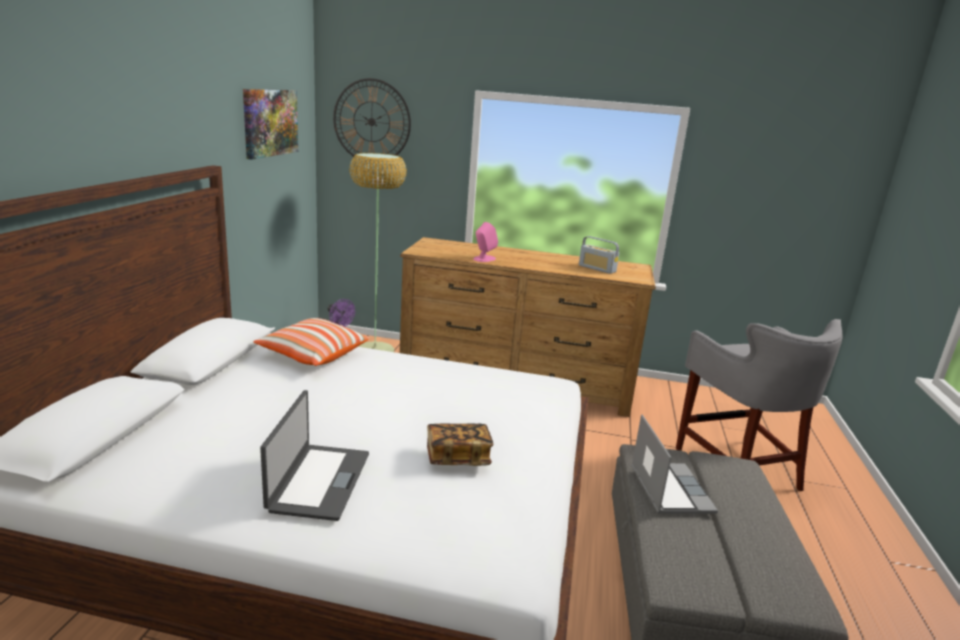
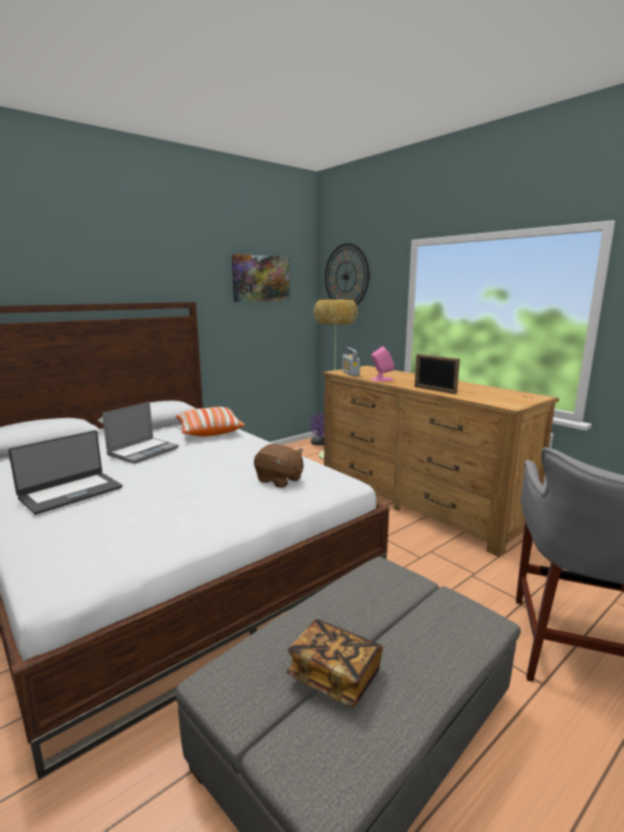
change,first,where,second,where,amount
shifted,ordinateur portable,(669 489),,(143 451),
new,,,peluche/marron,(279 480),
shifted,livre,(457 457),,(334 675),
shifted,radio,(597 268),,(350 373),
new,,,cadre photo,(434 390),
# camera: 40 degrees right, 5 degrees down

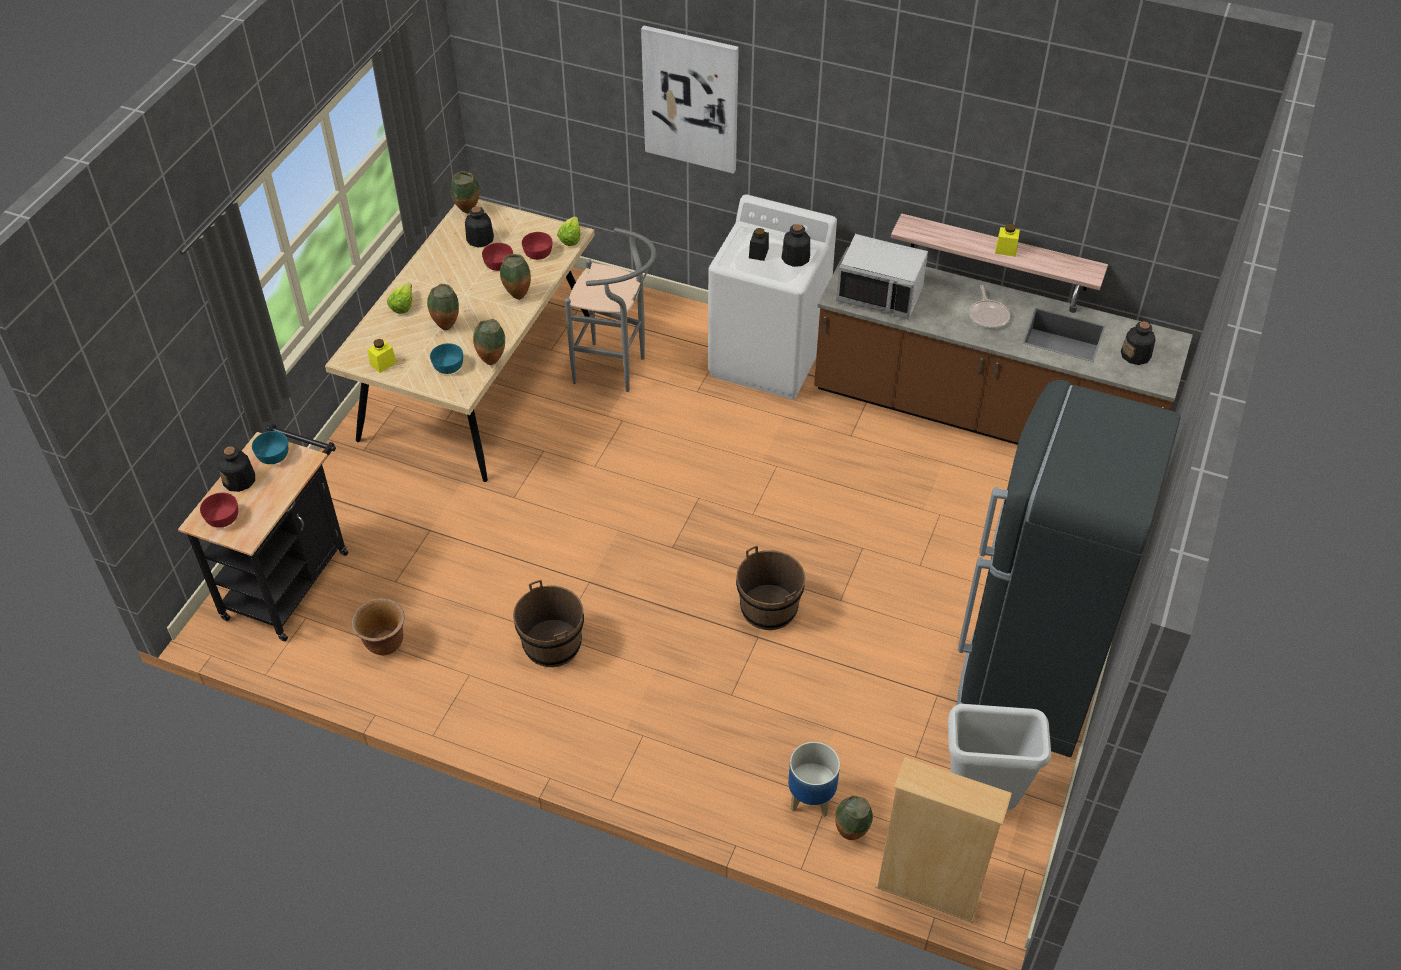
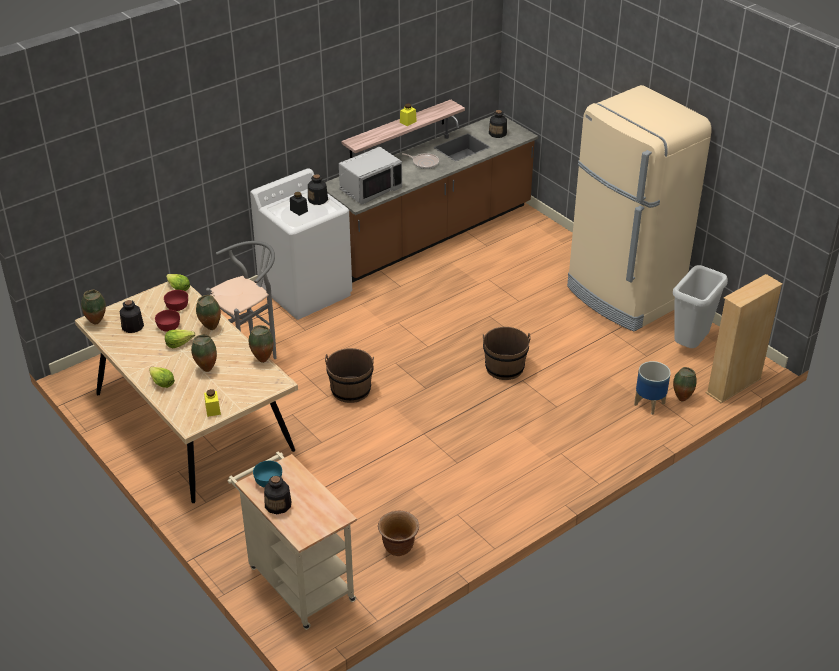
change,first,where,second,where,amount
new,,,laitue,(179 343),
repainted,chariot/noir,(290 578),chariot/beige,(297 580),
shifted,seau/marron,(552 644),,(351 390),
repainted,réfrigérateur/noir,(1028 678),réfrigérateur/beige,(623 297),
gone,bol/rouge,(223 518),,,
gone,bol/turquoise,(448 366),,,
gone,tableau,(691 99),,,
# camera: 60 degrees left, 10 degrees down

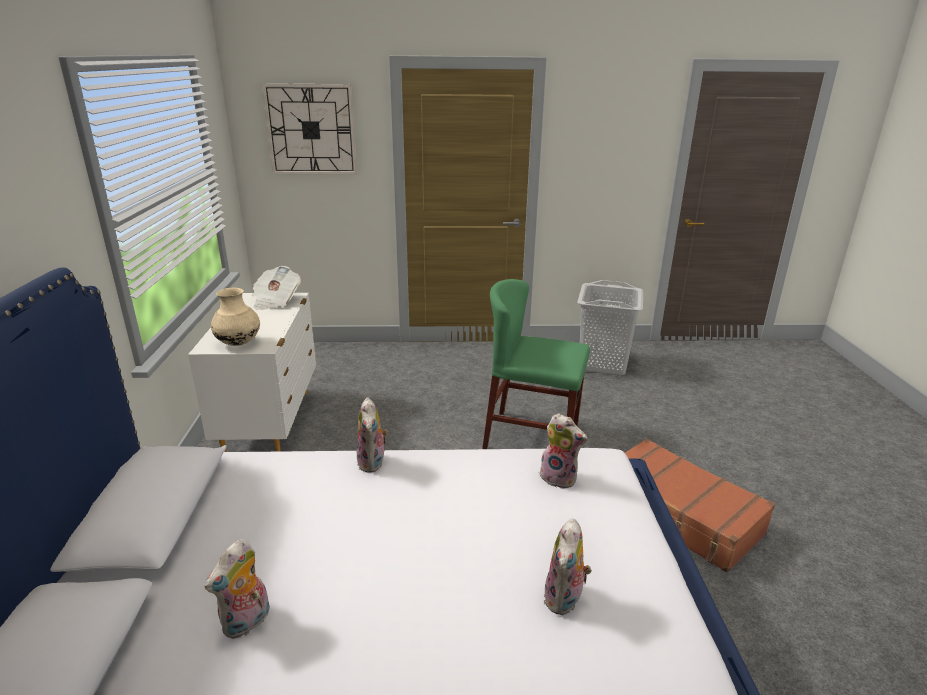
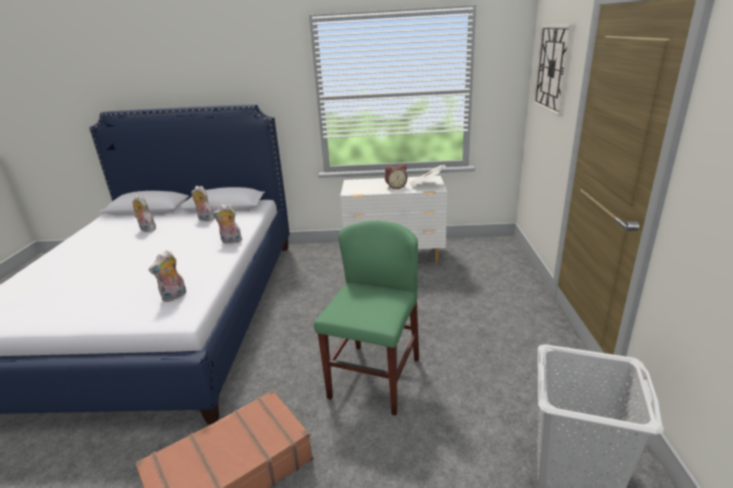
change,first,where,second,where,amount
shifted,peluche,(565 599),,(205 219),
new,,,réveil,(395 187),
gone,vase/beige,(239 343),,,
# camera: 95 degrees right, 0 degrees up

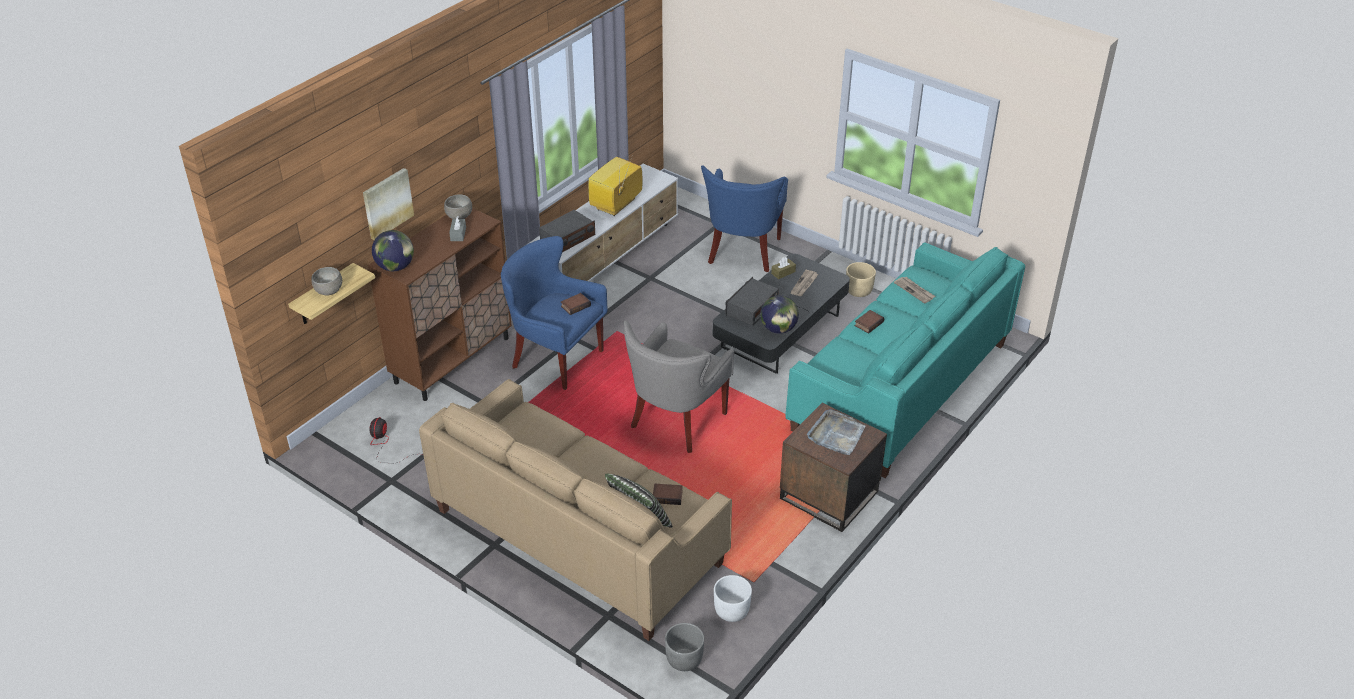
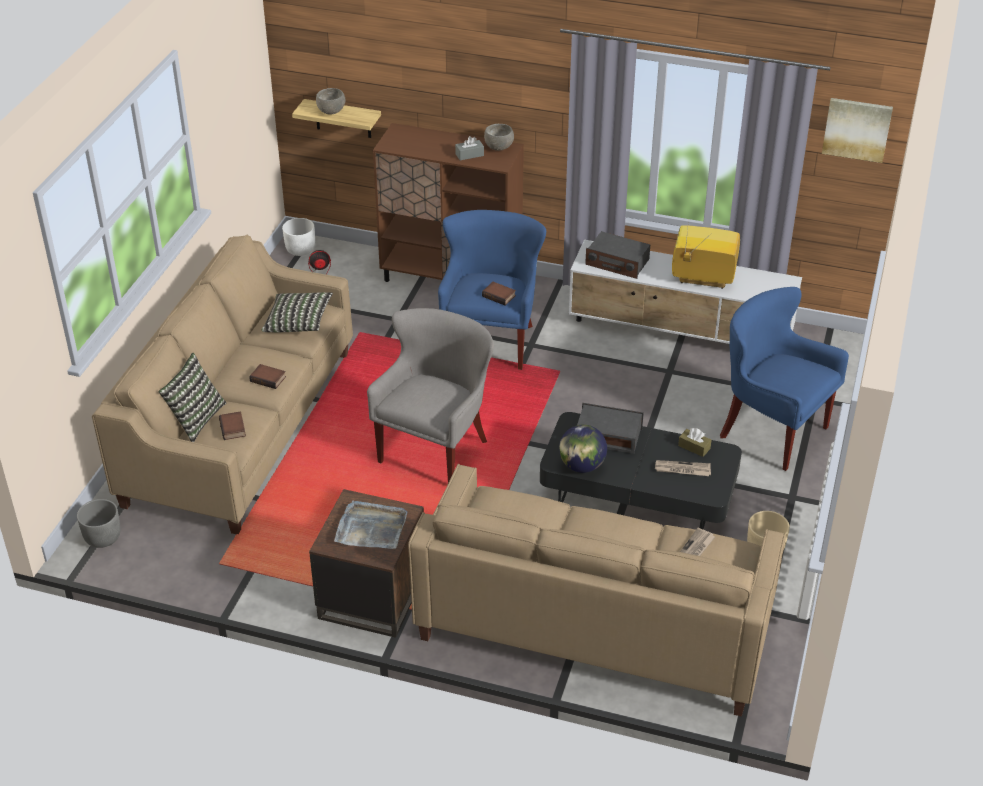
change,first,where,second,where,amount
shifted,livre,(868 323),,(269 379),
new,,,coussin,(298 322),
shifted,cache-pot/blanc,(731 610),,(300 249),
rotated,fauteuil/gris,(676 421),,(436 450),105 degrees clockwise
repainted,canapé/turquoise,(900 387),canapé/beige,(594 624),
rotated,fauteuil/bleu,(743 252),,(771 431),45 degrees clockwise
shifted,tableau,(387 203),,(857 129),
gone,globe,(395 267),,,
# camera: 70 degrees right, 0 degrees up

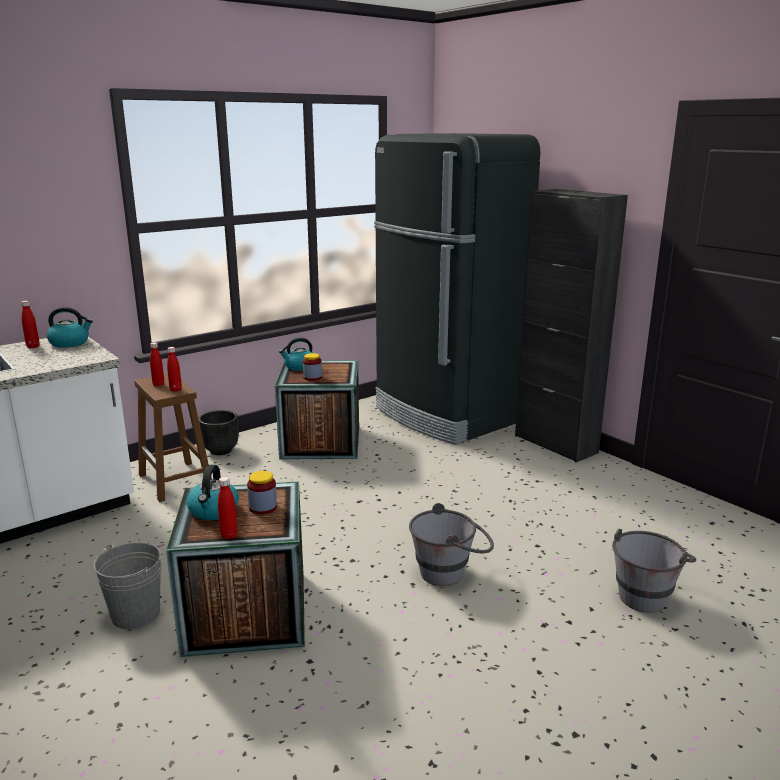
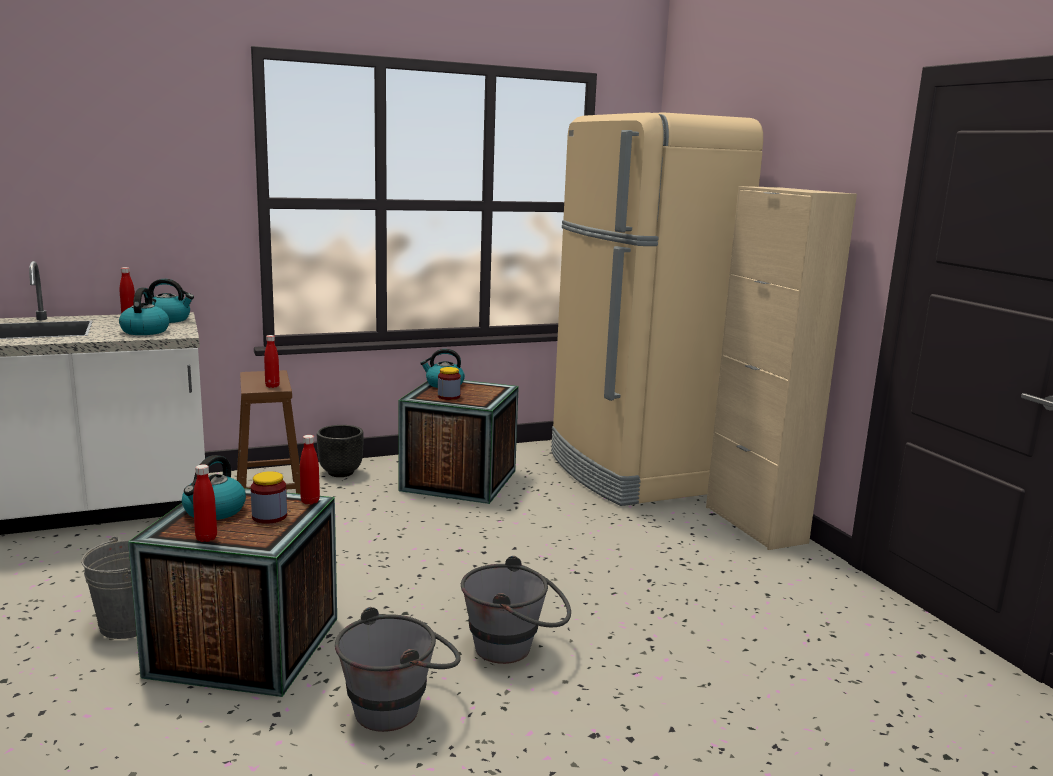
change,first,where,second,where,amount
new,,,bouilloire,(145 331),
shifted,bouteille/rouge,(158 384),,(310 501),
shifted,seau/gris,(645 593),,(399 706),
repainted,réfrigérateur/noir,(445 415),réfrigérateur/beige,(631 472),
repainted,meuble de rangement/noir,(555 444),meuble de rangement/beige,(755 524),
# camera: 15 degrees right, 5 degrees down

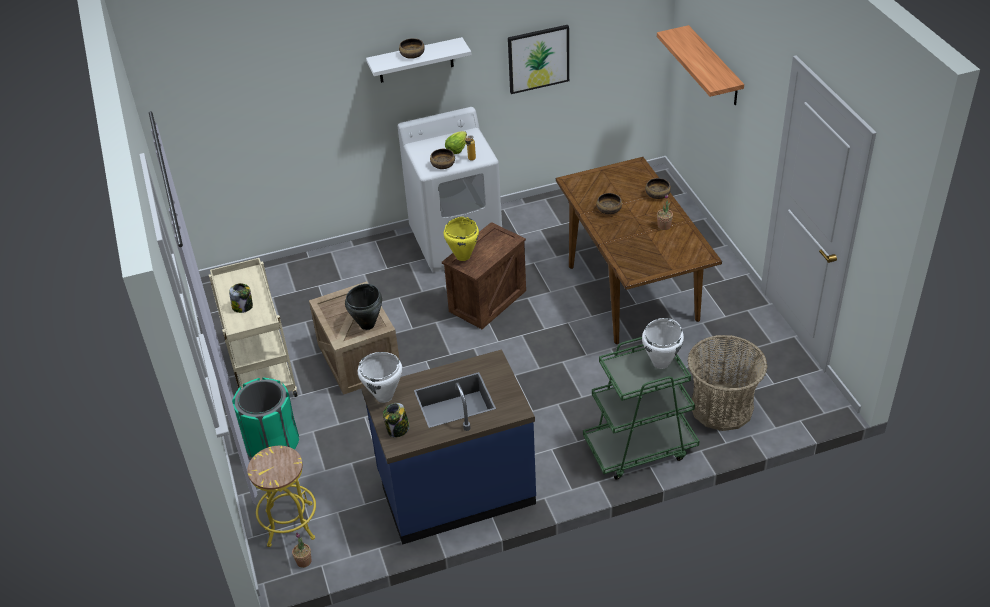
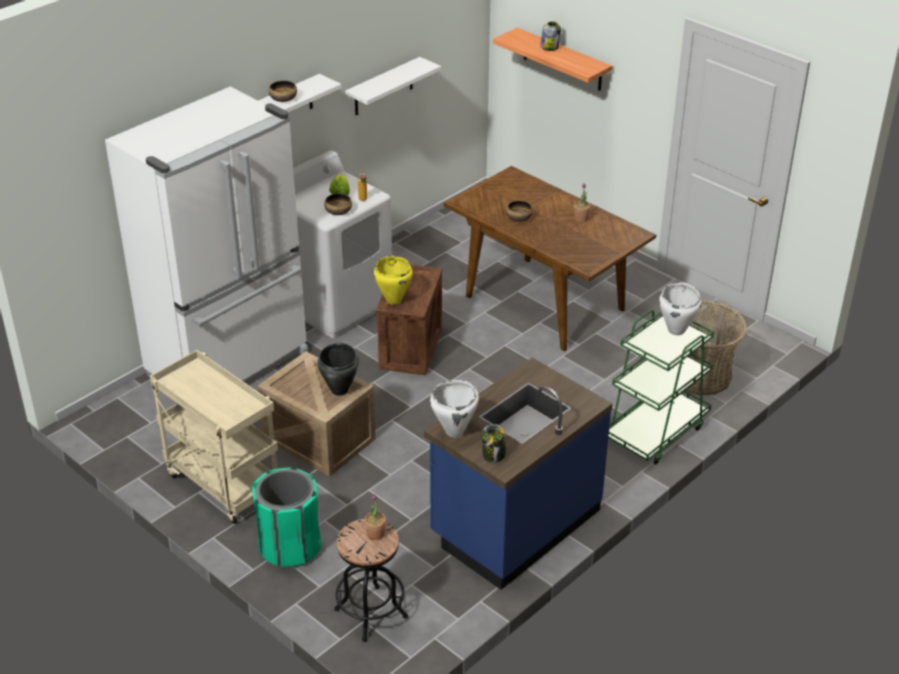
change,first,where,second,where,amount
new,,,réfrigérateur/blanc,(230 364),
repainted,tabouret/jaune,(290 524),tabouret/noir,(371 613),
swapped,tableau,(538 58),étagère/blanc,(383 87),
shifted,plante en pot,(304 561),,(375 534),
shifted,bocal,(243 306),,(549 47),
gone,bol,(657 195),,,
# camera: 30 degrees left, 5 degrees down

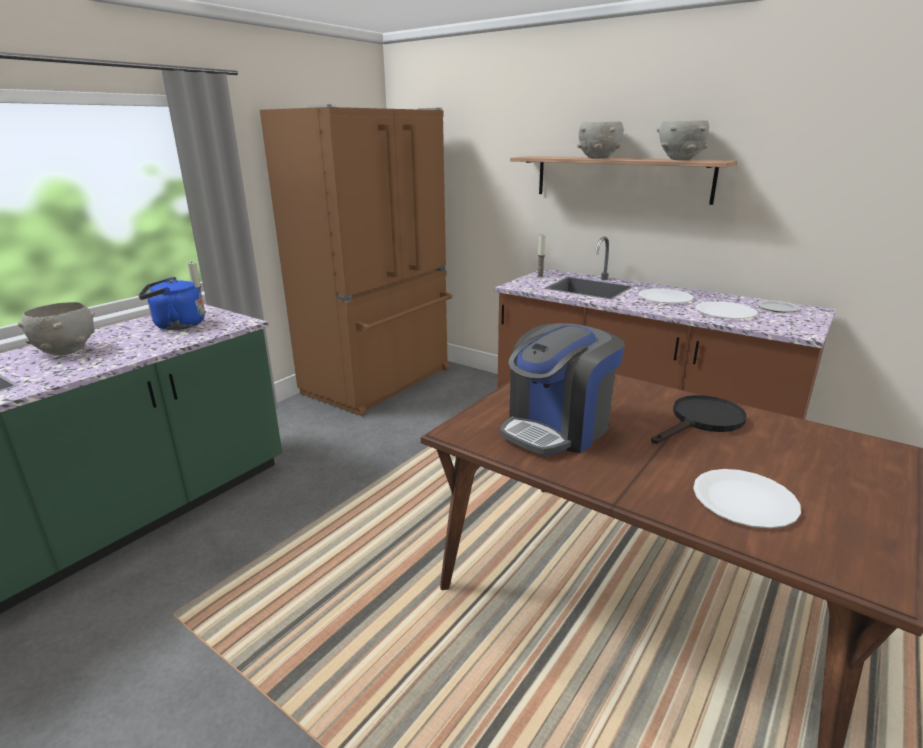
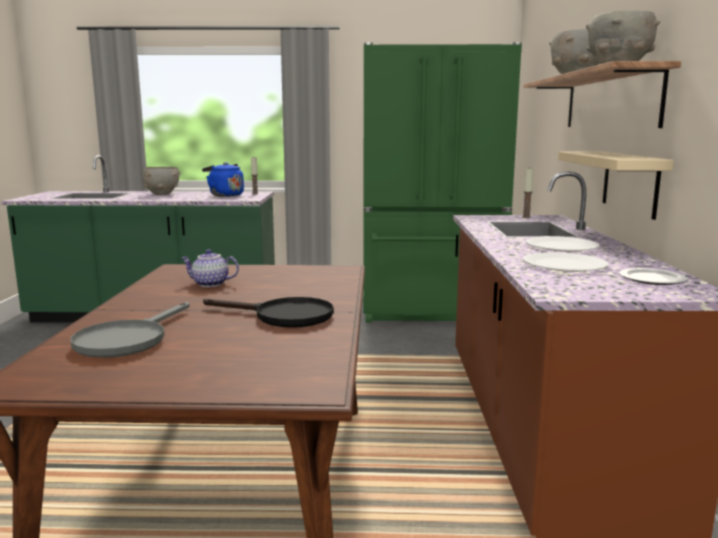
change,first,where,second,where,amount
swapped,assiette/blanc,(744 500),poêle/gris,(128 339),
swapped,machine à café,(557 428),théière,(210 284),
repainted,réfrigérateur/marron,(381 382),réfrigérateur/vert,(431 311),
new,,,étagère/beige,(630 182),
# camera: 55 degrees right, 10 degrees down

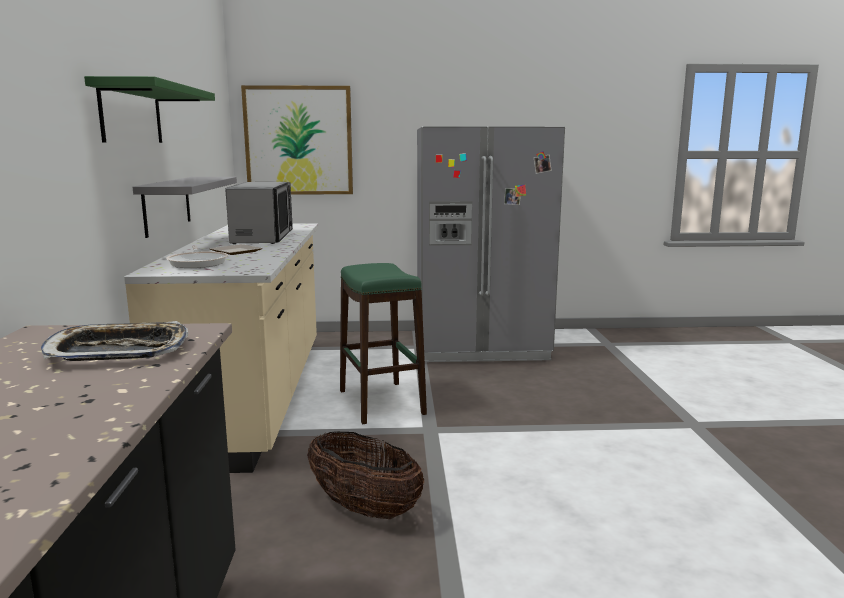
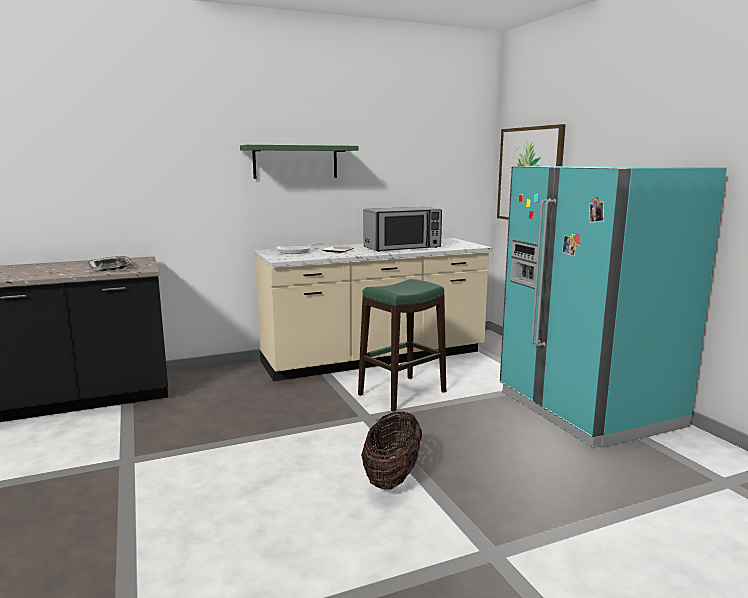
change,first,where,second,where,amount
shifted,panier,(364 508),,(392 476),
repainted,réfrigérateur/gris,(480 346),réfrigérateur/turquoise,(587 409),
gone,étagère/gris,(167 205),,,
# camera: 70 degrees right, 0 degrees up

